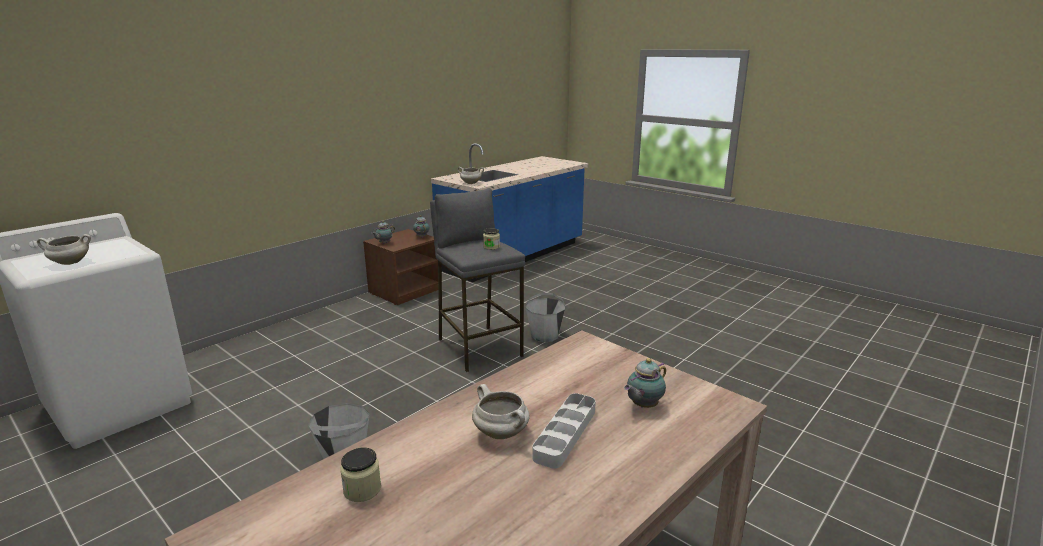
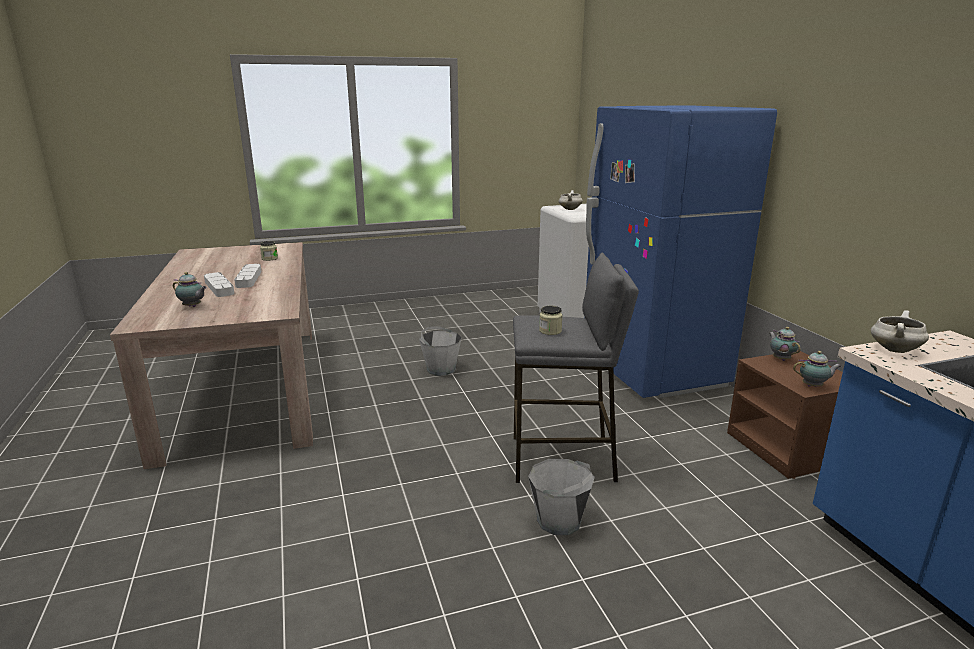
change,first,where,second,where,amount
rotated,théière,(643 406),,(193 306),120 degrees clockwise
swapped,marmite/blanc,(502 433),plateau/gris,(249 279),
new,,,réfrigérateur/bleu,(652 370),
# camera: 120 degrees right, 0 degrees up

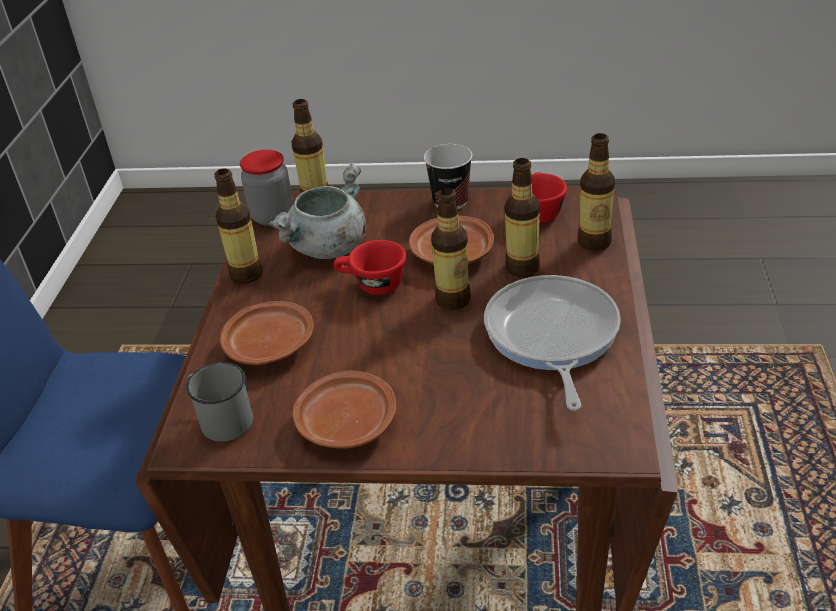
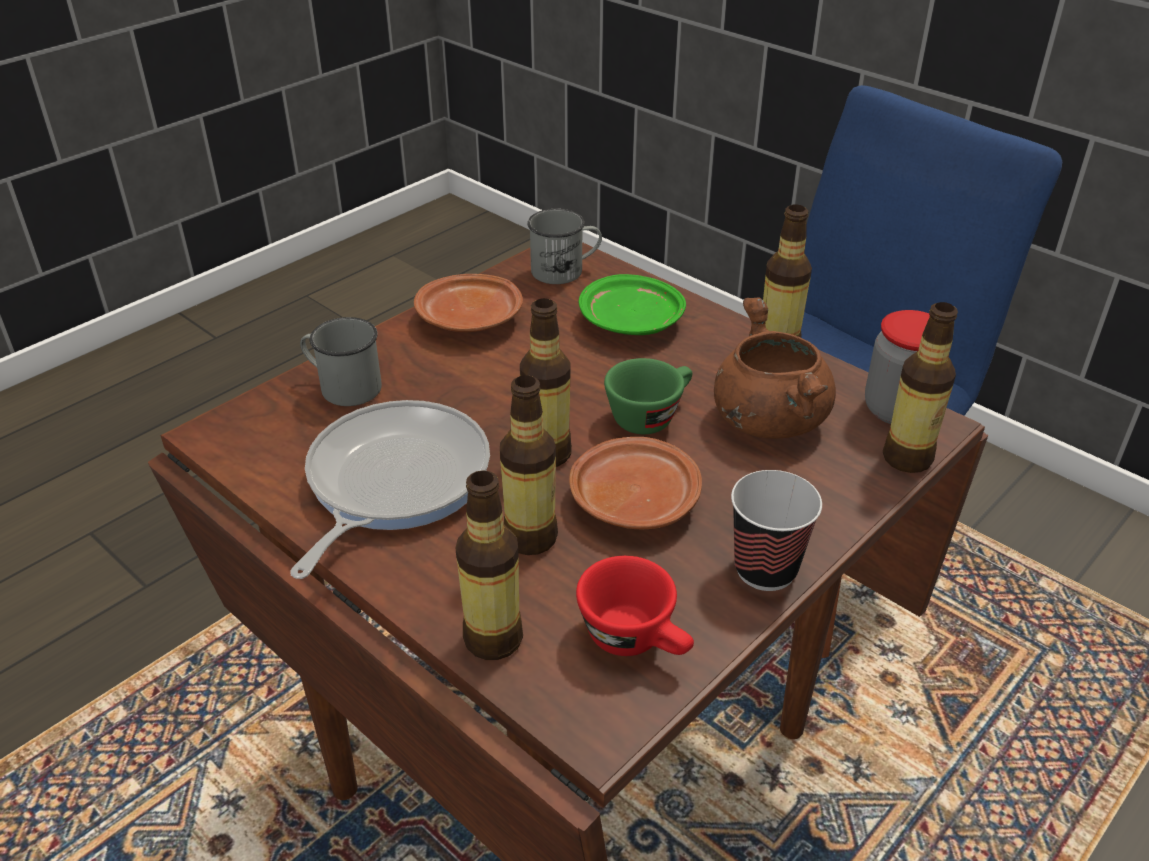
change,first,where,second,where,amount
rotated,poêle,(551 336),,(392 482),105 degrees counterclockwise
new,,,mug/gris,(343 386),
repainted,assiette/marron,(270 345),assiette/vert,(632 322),
repainted,tasse/rouge,(372 285),tasse/vert,(650 415),
repainted,marmite/gris,(328 248),marmite/marron,(767 419),
# camera: 125 degrees right, 0 degrees up

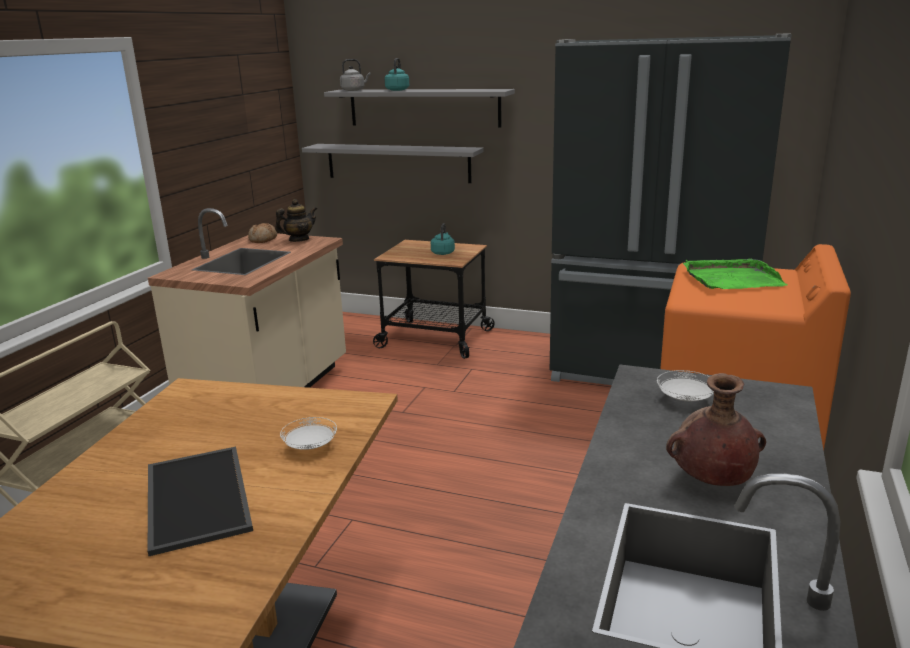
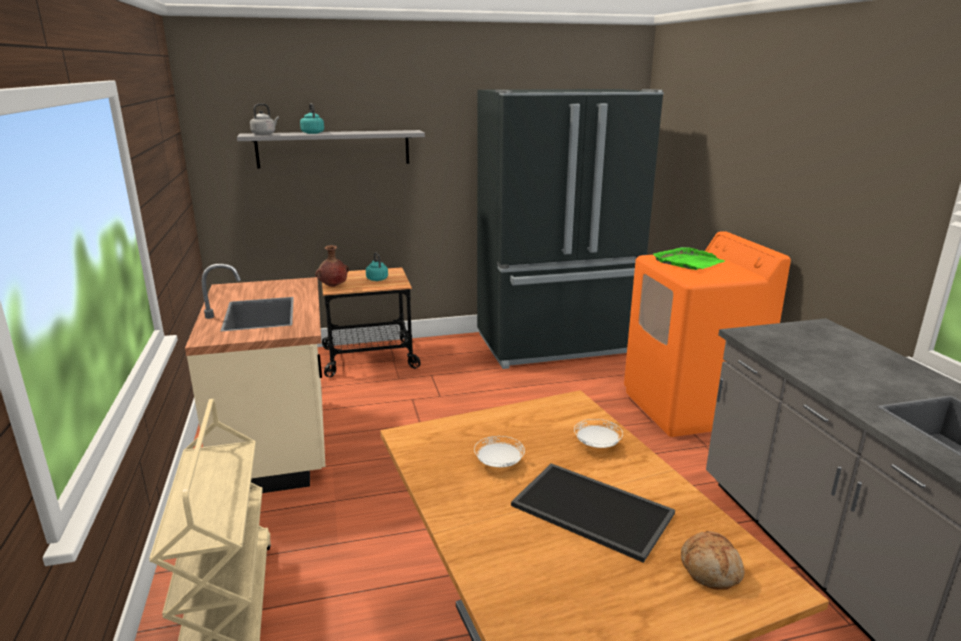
change,first,where,second,where,amount
shifted,vase/marron,(710 482),,(333 287),
shifted,assiette/blanc,(684 400),,(498 463),
shifted,pain,(263 240),,(711 569),
gone,théière,(298 240),,,
gone,étagère/gris,(397 162),,,
# camera: 35 degrees left, 0 degrees up

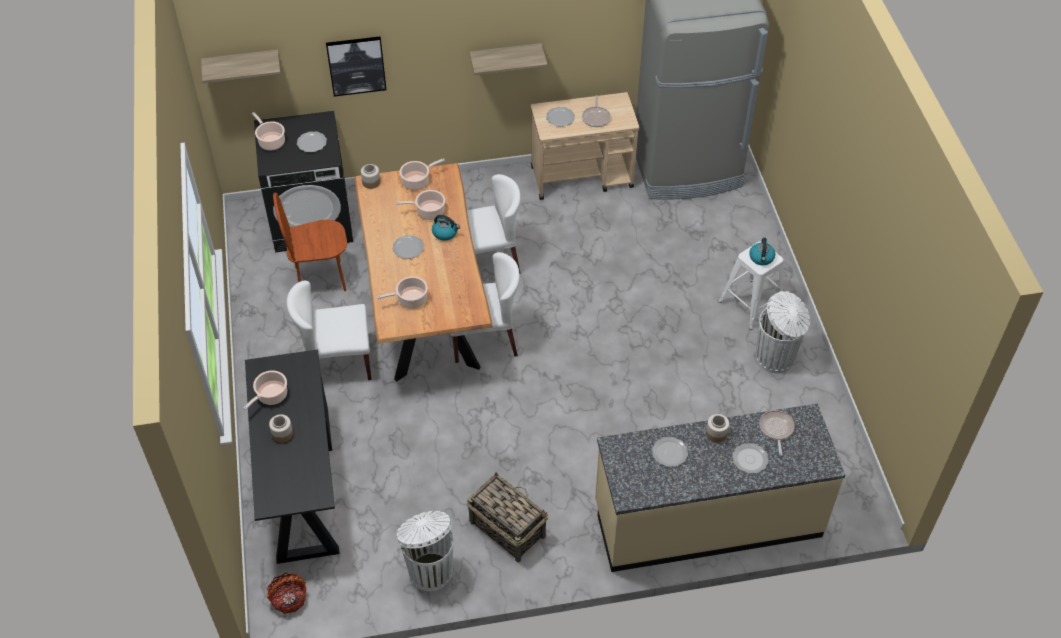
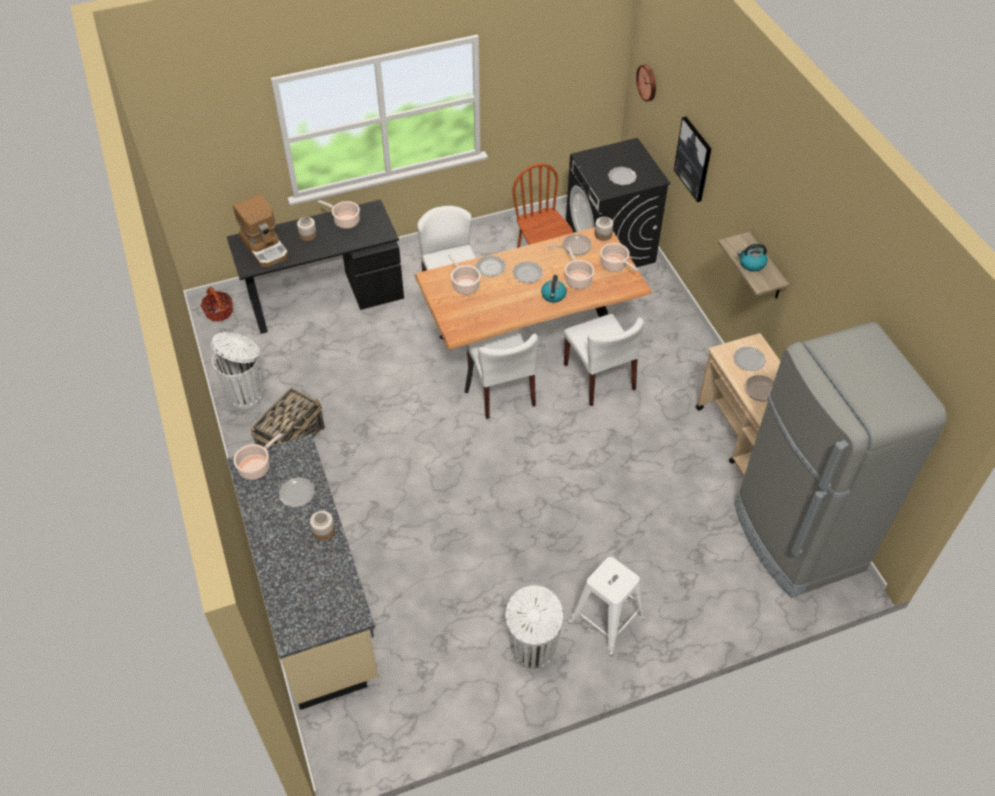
change,first,where,second,where,amount
new,,,machine à café,(265 247),
shifted,marmite,(271 141),,(256 467),
shifted,assiette,(749 459),,(491 267),
shifted,poêle,(776 429),,(574 247),
swapped,étagère,(242 65),horloge murale,(648 82),
shifted,bouilloire,(761 258),,(751 264),
# camera: 80 degrees right, 0 degrees up

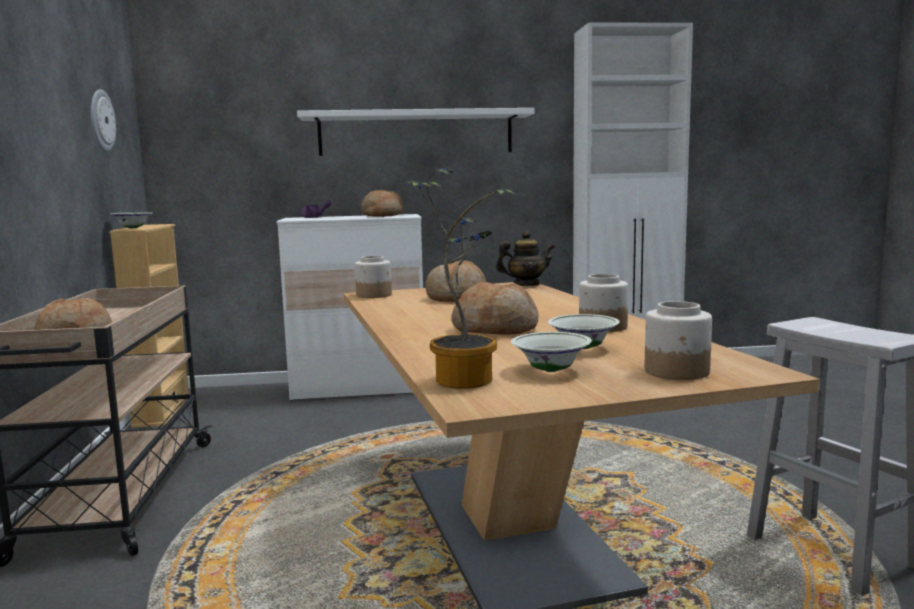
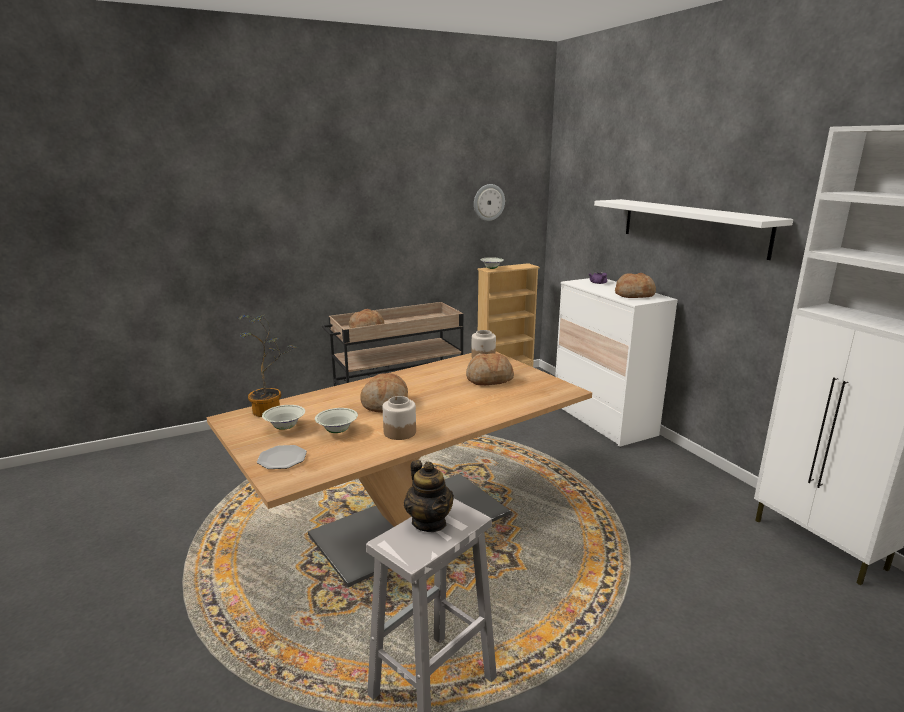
change,first,where,second,where,amount
swapped,bocal,(677 372),assiette,(281 459),
shifted,théière,(525 285),,(429 522),
# camera: 70 degrees right, 10 degrees up

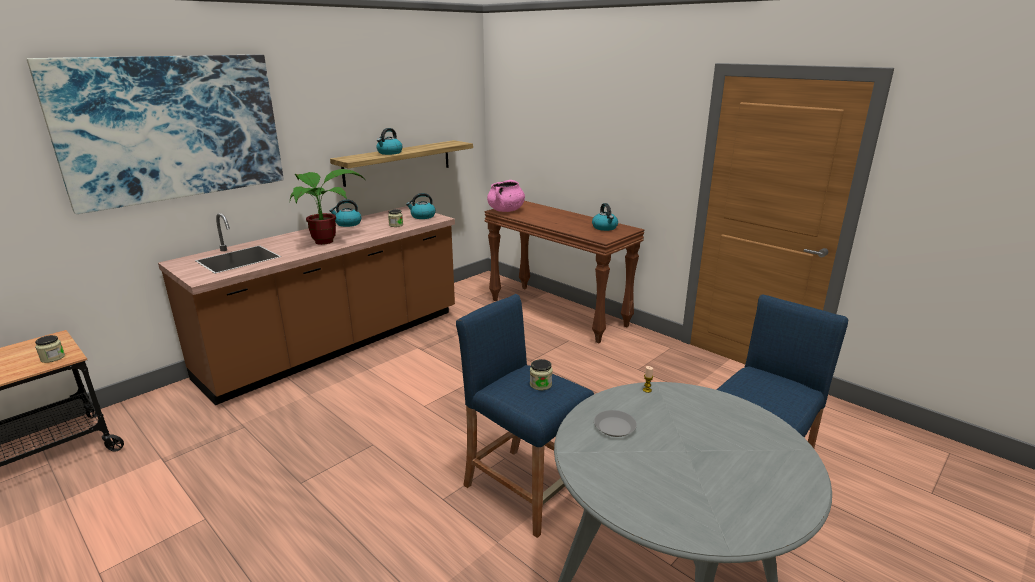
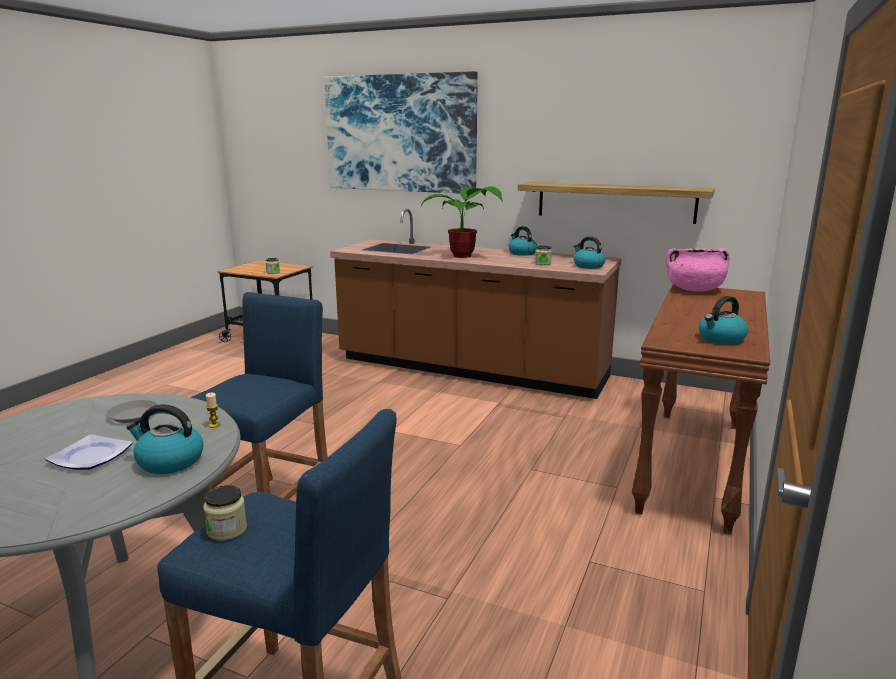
change,first,where,second,where,amount
new,,,assiette,(89 457),
shifted,bouilloire,(389 153),,(169 461),
shifted,bocal,(540 384),,(227 529),
# camera: 70 degrees right, 5 degrees down

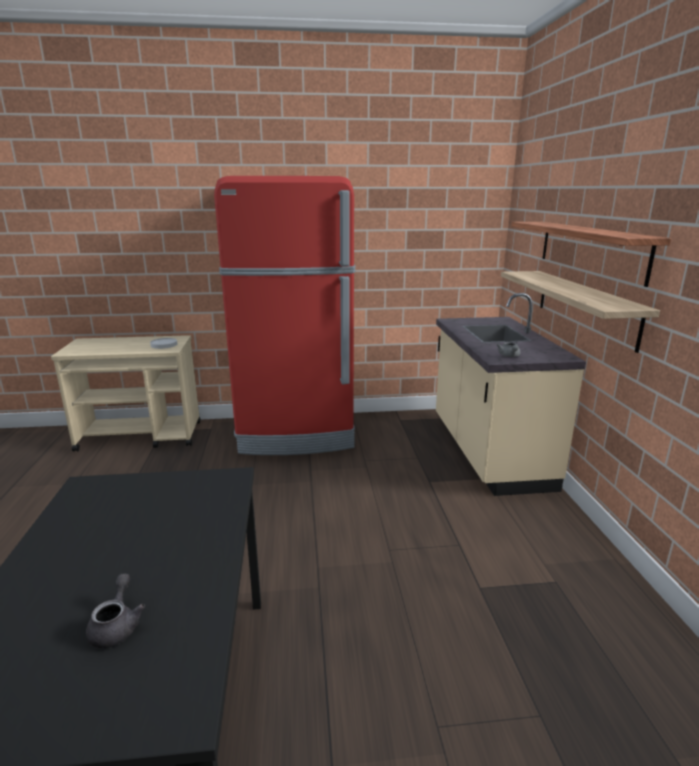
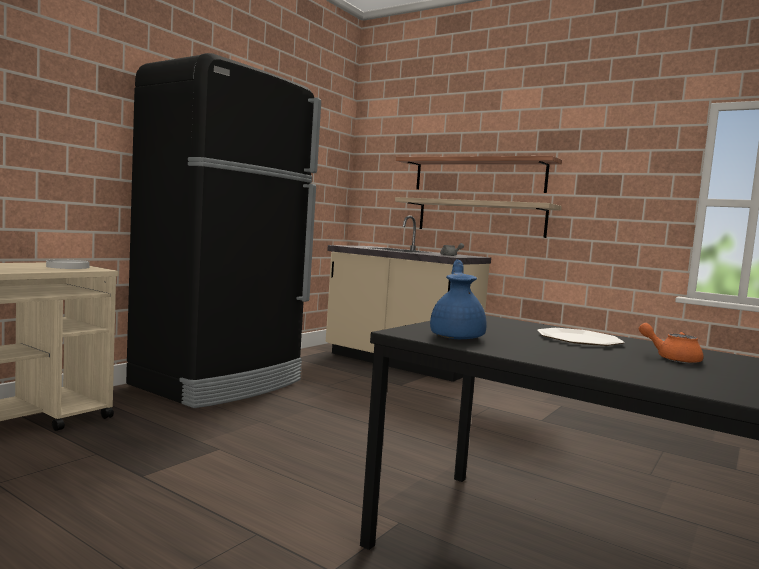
change,first,where,second,where,amount
repainted,réfrigérateur/rouge,(297 434),réfrigérateur/noir,(220 383),
new,,,théière/bleu,(457 337),
new,,,assiette,(579 339),
repainted,théière/gris,(117 625),théière/orange,(672 358),
# camera: 50 degrees left, 15 degrees down

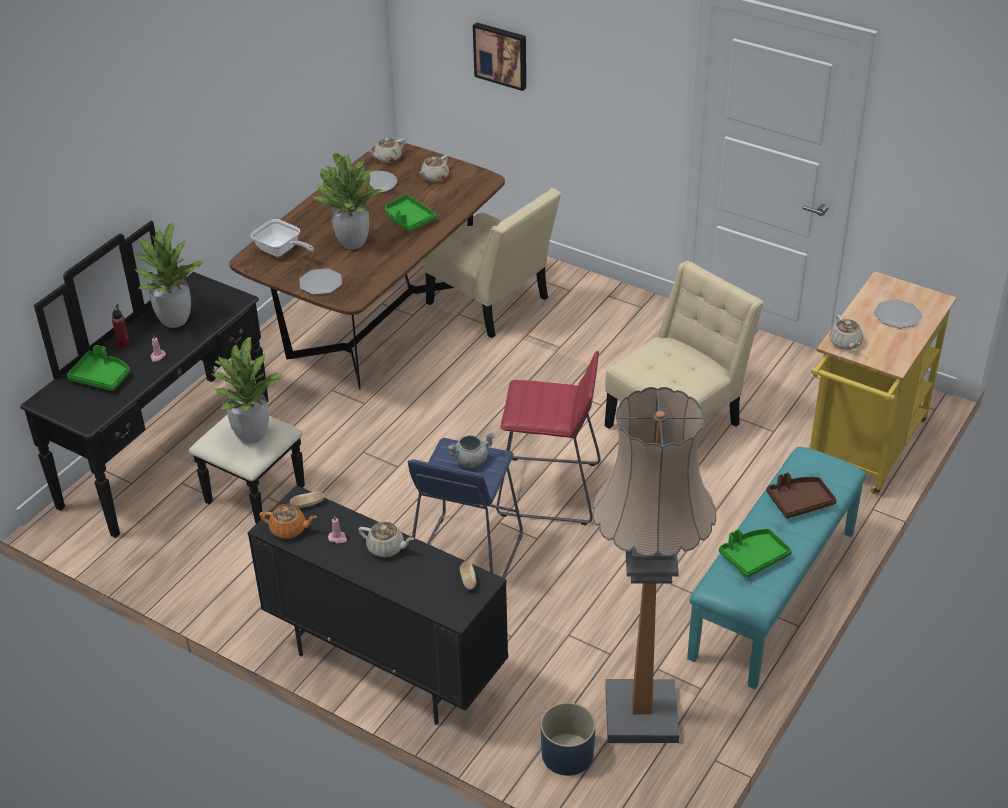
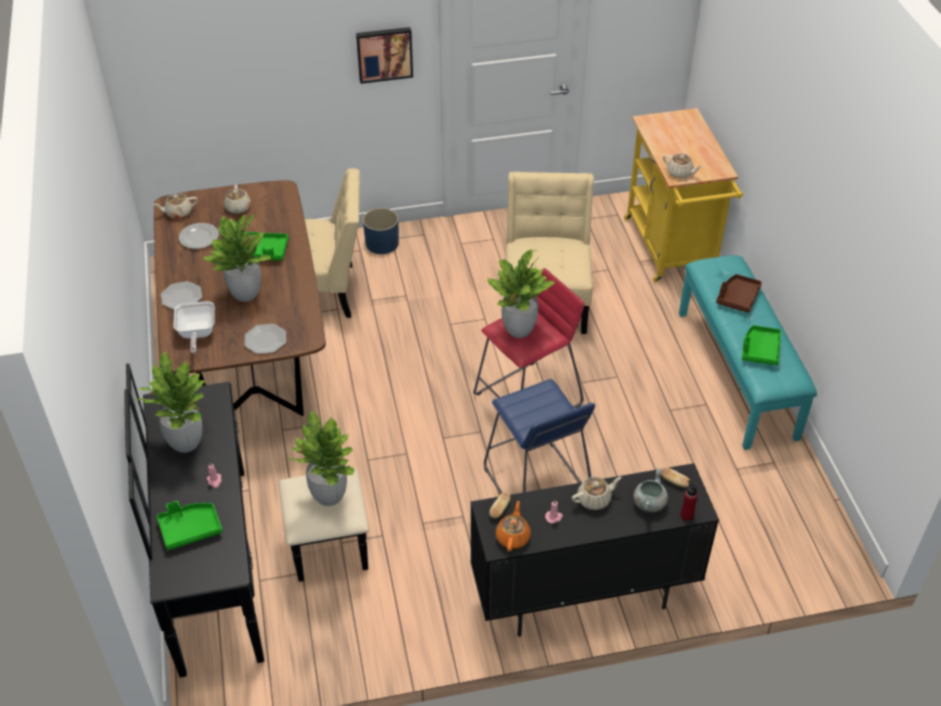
change,first,where,second,where,amount
rotated,théière/beige,(387 158),,(178 212),60 degrees clockwise
shifted,assiette,(897 315),,(181 297),
rotated,poêle,(281 251),,(196 334),90 degrees clockwise
shifted,tableau,(501 55),,(384 53),
shifted,cache-pot/bleu,(567 755),,(382 243),
new,,,plante en pot,(518 330),
rotated,théière/orange,(289 529),,(513 536),45 degrees counterclockwise
shifted,marmite/gris,(471 460),,(649 502),
shifted,bouteille/rouge,(123 344),,(686 515),
gone,lampadaire,(641 714),,,
# camera: 45 degrees left, 5 degrees up

